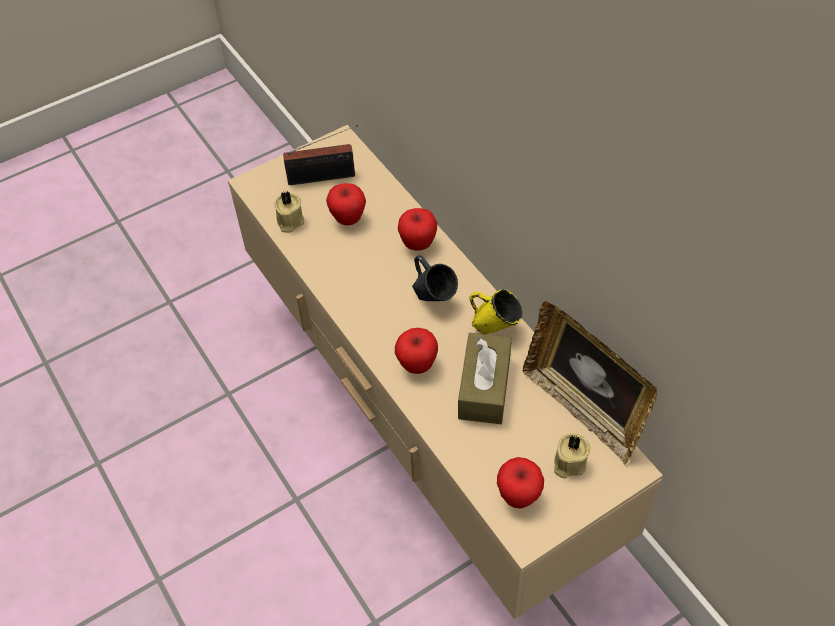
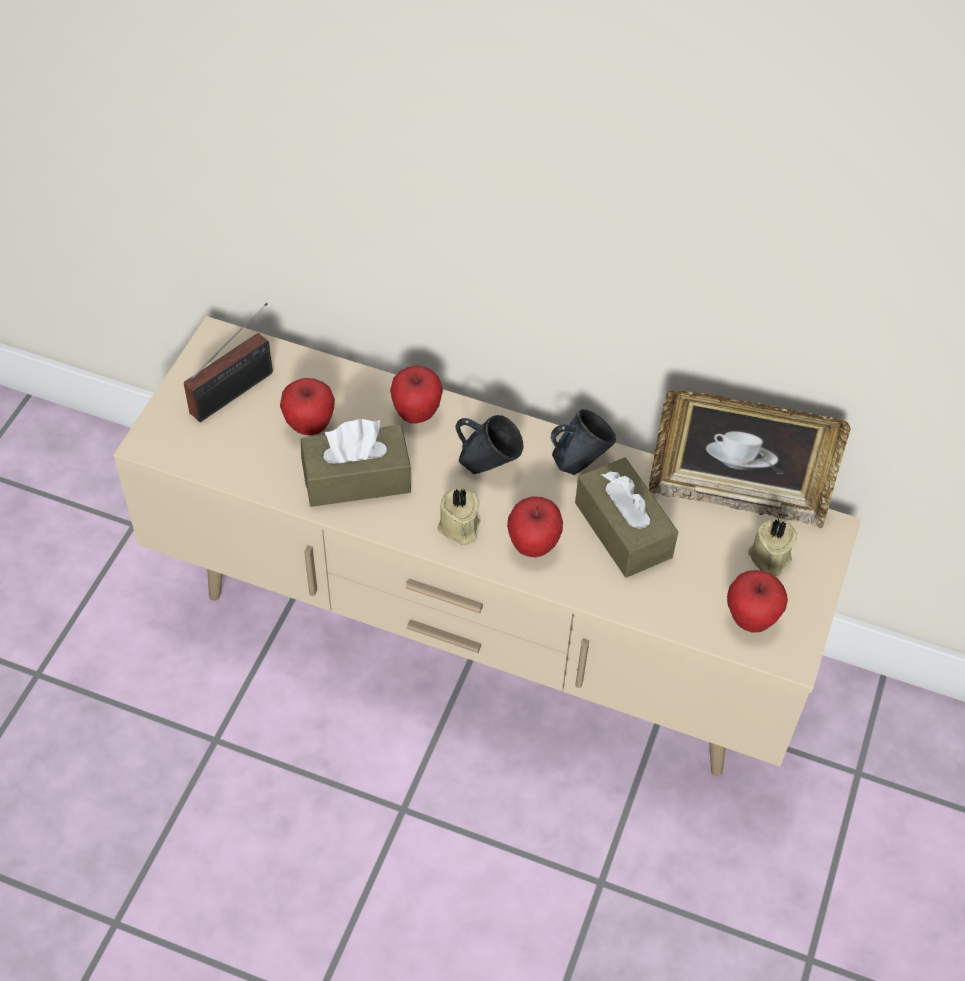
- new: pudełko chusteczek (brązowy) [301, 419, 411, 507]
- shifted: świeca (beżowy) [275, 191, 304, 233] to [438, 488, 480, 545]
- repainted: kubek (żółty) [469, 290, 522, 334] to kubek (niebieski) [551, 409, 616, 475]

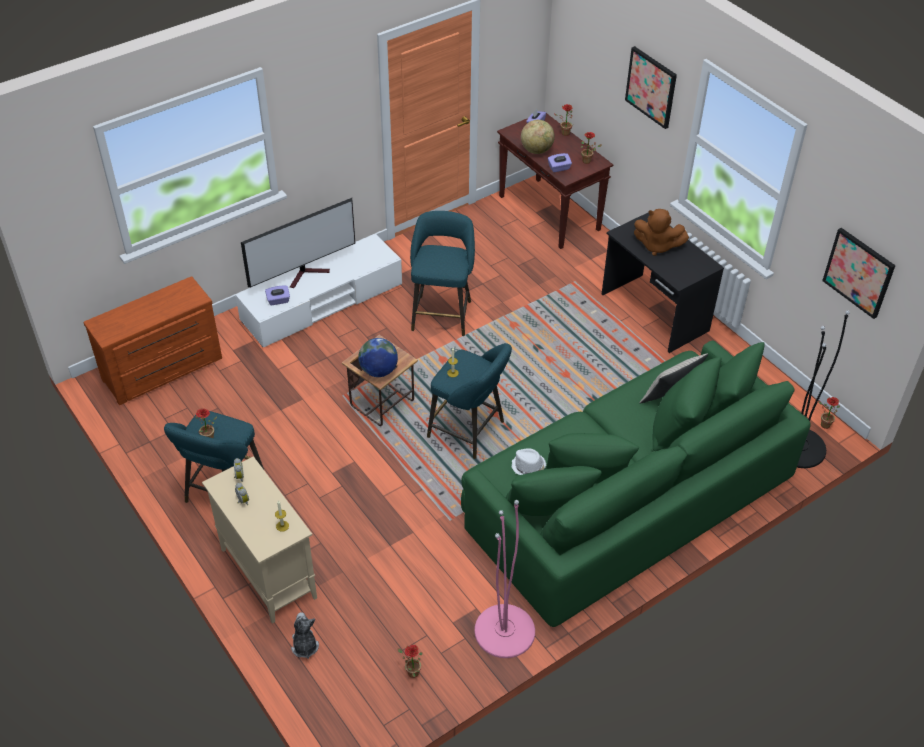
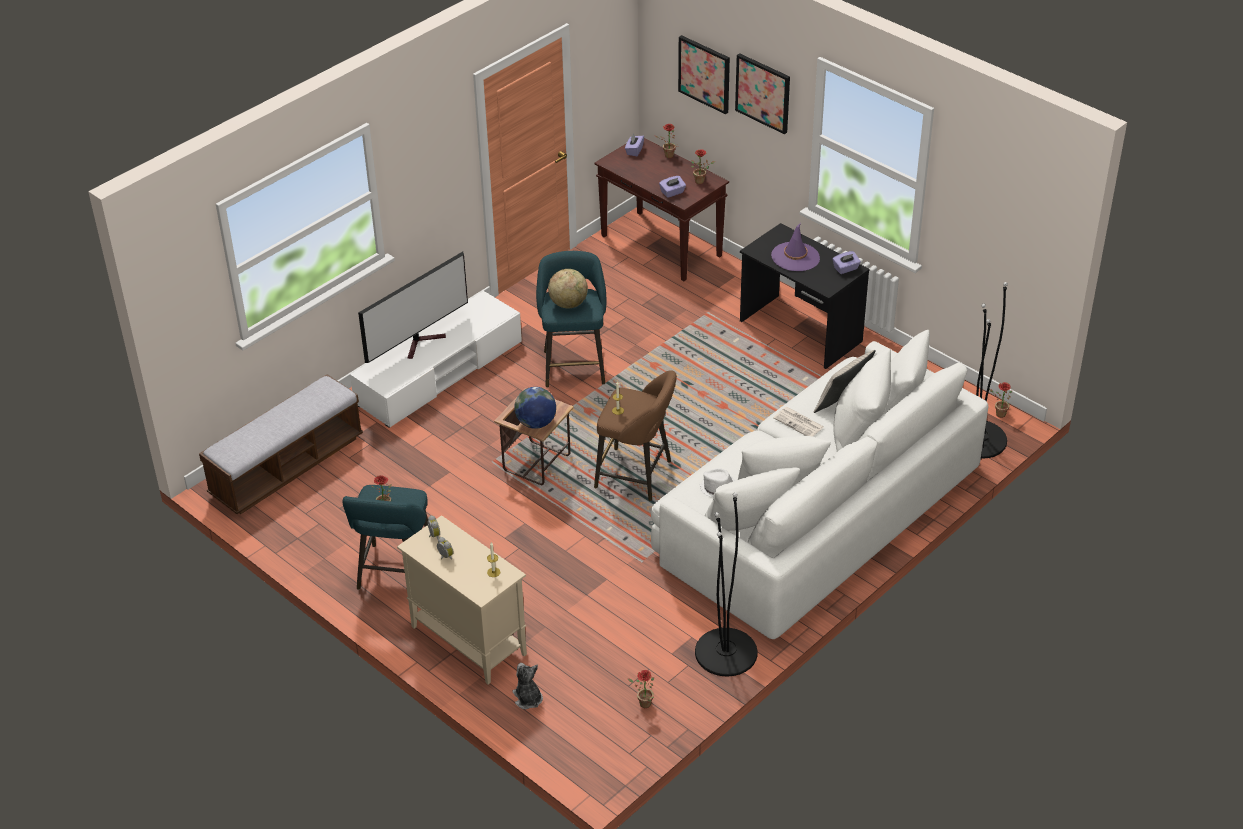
- swapped: komoda (brązowy) [83, 276, 222, 405] to ławka [199, 374, 363, 514]
- shifted: globus [521, 120, 555, 154] to [548, 269, 588, 309]
- repainted: stołek (turkusowy) [427, 343, 512, 459] to stołek (brązowy) [594, 370, 677, 501]
- repainted: kanapa (zielony) [461, 340, 811, 627] to kanapa (biały) [651, 330, 988, 639]
- shifted: obraz [822, 228, 896, 319] to [678, 35, 730, 114]
- repainted: lampa stojąca (różowy) [474, 500, 535, 658] to lampa stojąca (czarny) [695, 492, 758, 677]
- swapped: pluszak (brązowy) [634, 209, 689, 256] to kapelusz (fioletowy) [771, 223, 820, 271]
- new: gazeta [773, 407, 824, 437]
- shifted: pudełko chusteczek (fioletowy) [265, 285, 290, 305] to [833, 251, 861, 274]

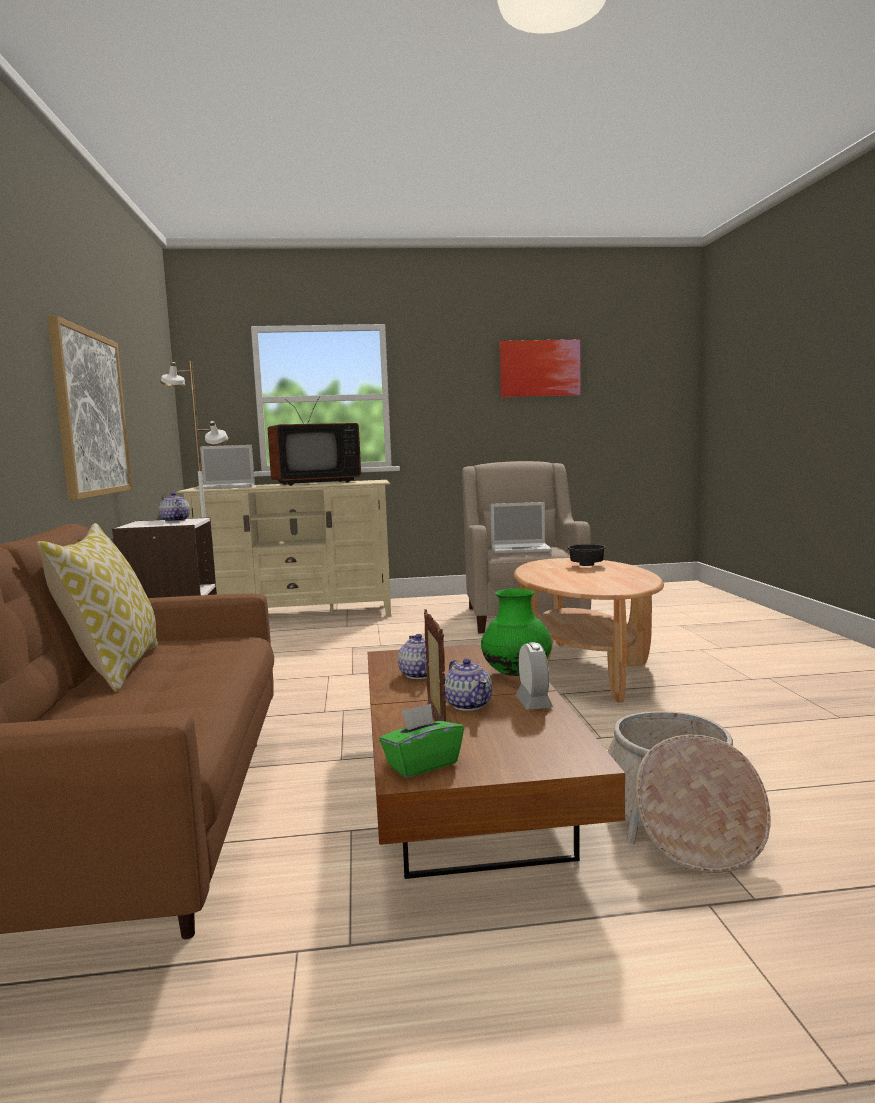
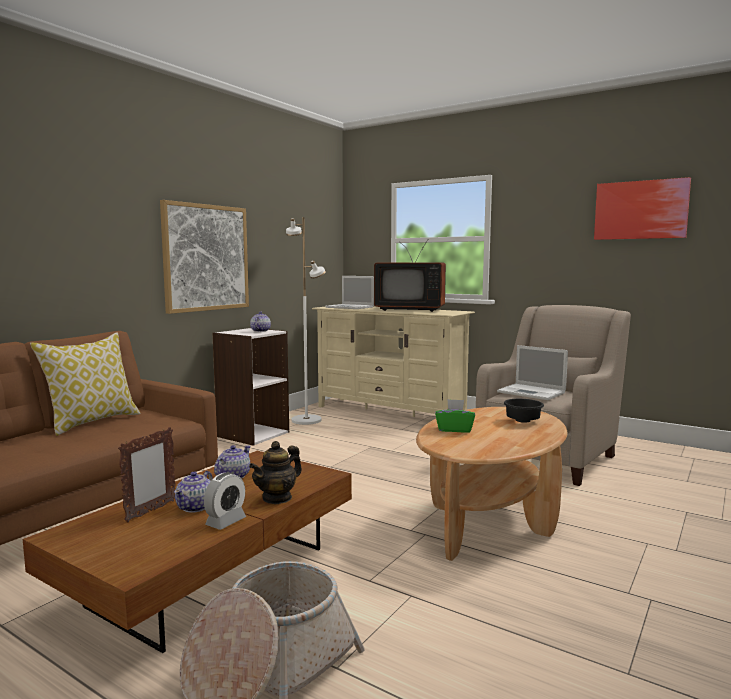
- swapped: wazon (zielony) [481, 588, 552, 676] to imbryk [249, 441, 302, 504]
- shifted: pudełko chusteczek (zielony) [379, 704, 464, 778] to [435, 399, 475, 433]

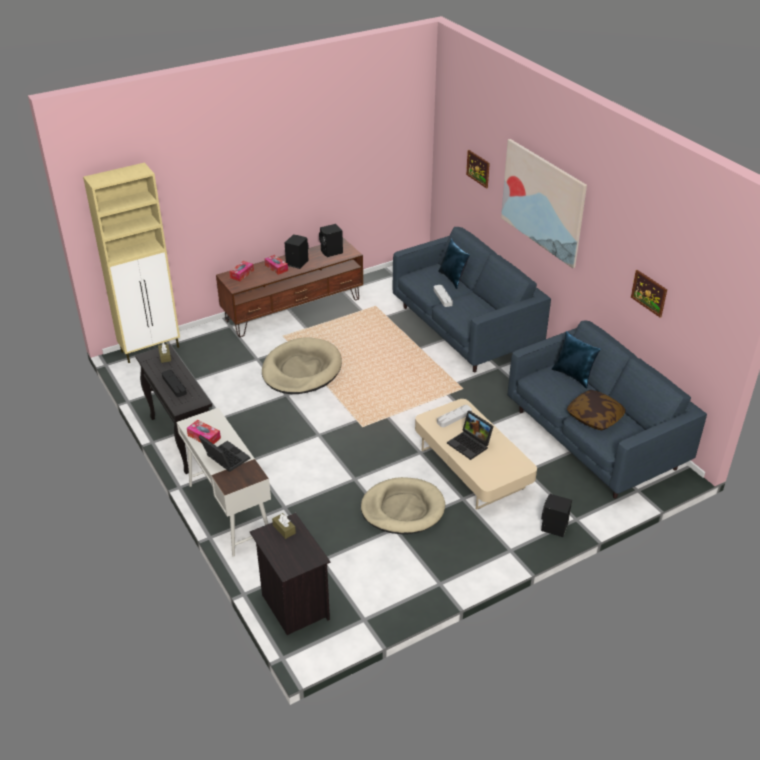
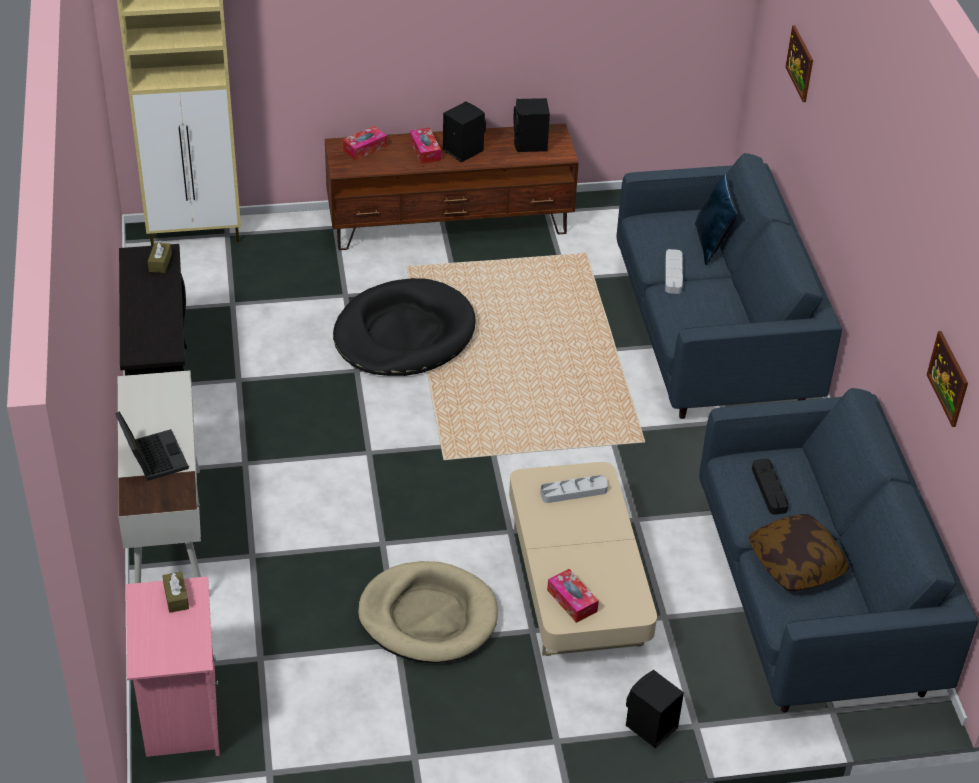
- repainted: szafka nocna (czarny) [250, 513, 331, 635] to szafka nocna (różowy) [126, 576, 220, 757]
- repainted: legowisko (beżowy) [262, 338, 342, 394] to legowisko (czarny) [333, 278, 476, 376]
- shifted: pudełko chusteczek [187, 420, 221, 444] to [547, 569, 599, 623]
- shifted: taca (czarny) [162, 370, 187, 397] to [752, 459, 789, 515]
- gone: laptop [447, 410, 494, 460]
- gone: obraz [501, 139, 587, 268]
- gone: poduszka (niebieski) [552, 331, 601, 389]

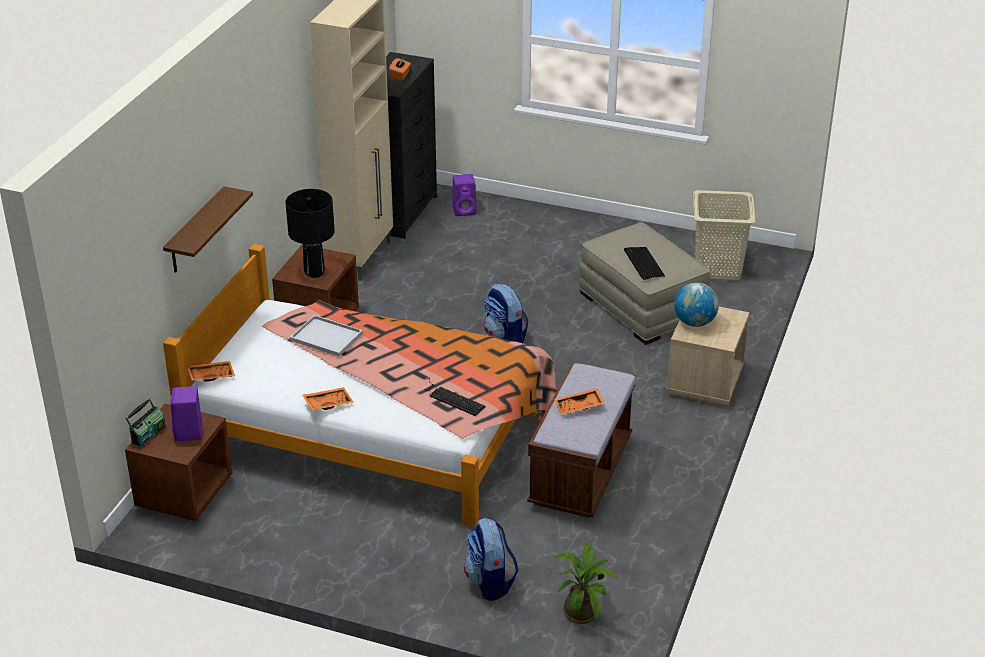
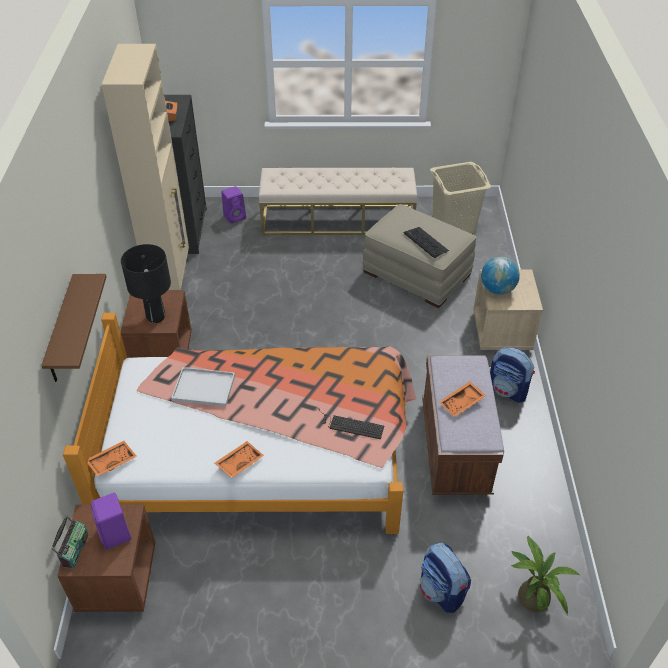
- new: ławka (beżowy) [259, 168, 417, 235]
- shifted: plecak [484, 284, 528, 343] to [490, 347, 535, 403]

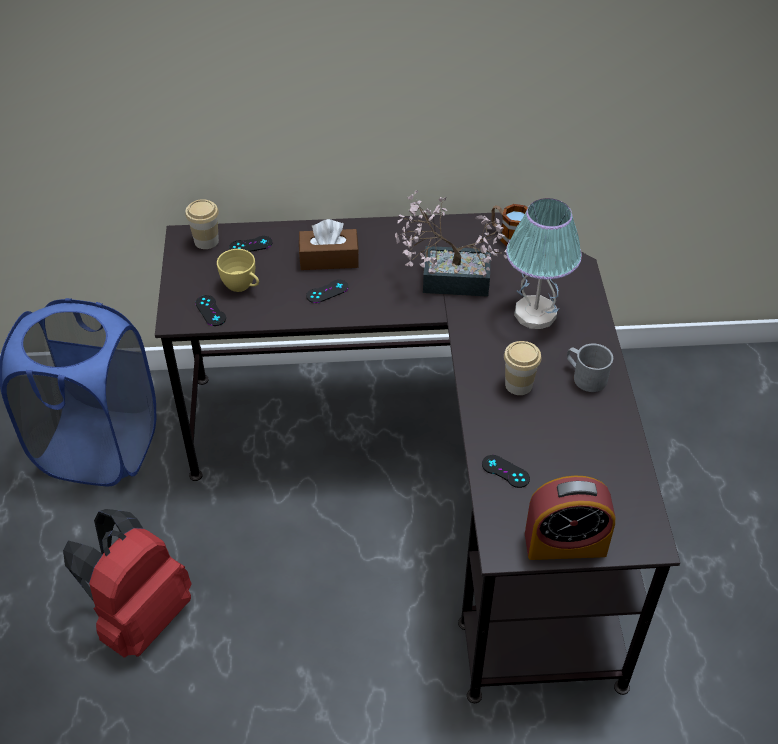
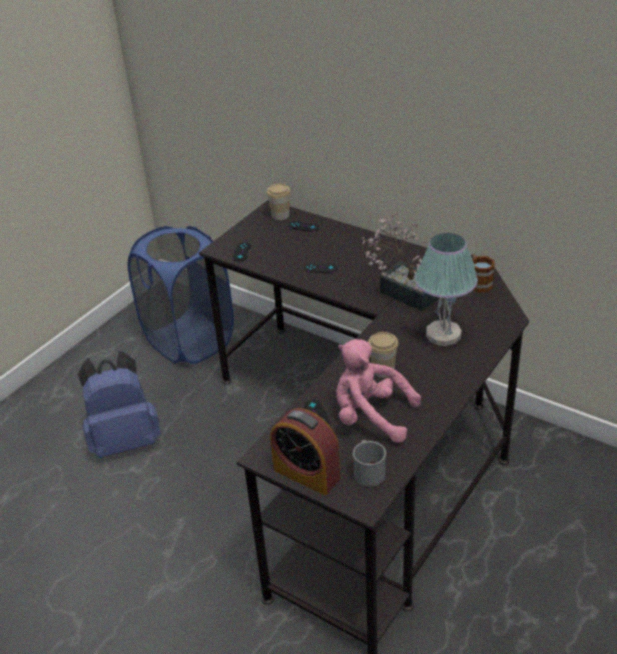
- repainted: plecak (czerwony) [63, 509, 192, 657] to plecak (niebieski) [78, 351, 160, 458]
- new: pluszak (różowy) [336, 339, 421, 443]
- shifted: kubek (szary) [567, 343, 613, 392] to [353, 440, 386, 487]
- gone: filiżanka (żółty) [217, 249, 259, 292]
- gone: pudełko chusteczek (brązowy) [299, 219, 359, 270]

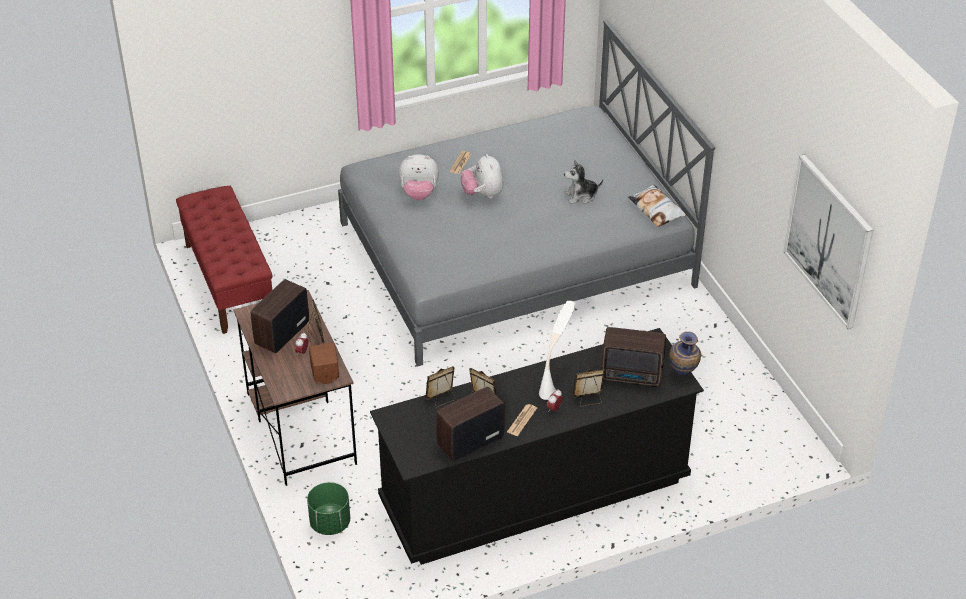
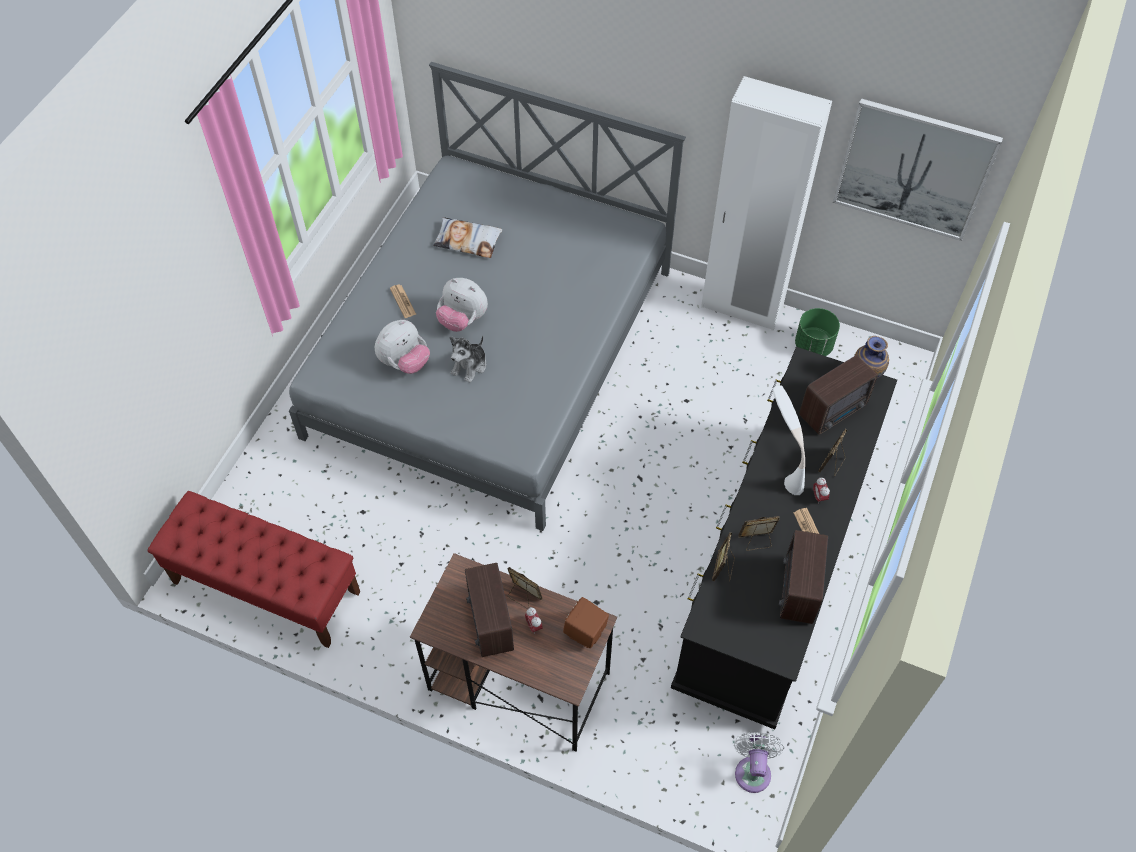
- shifted: poduszka [628, 184, 686, 227] to [433, 217, 503, 258]
- shifted: pluszak [564, 160, 603, 204] to [450, 335, 487, 383]
- new: szafa (biały) [701, 76, 832, 331]
- new: wentylator (biały) [734, 732, 784, 793]
- shifted: donica (zielony) [307, 482, 350, 535] to [795, 308, 840, 356]

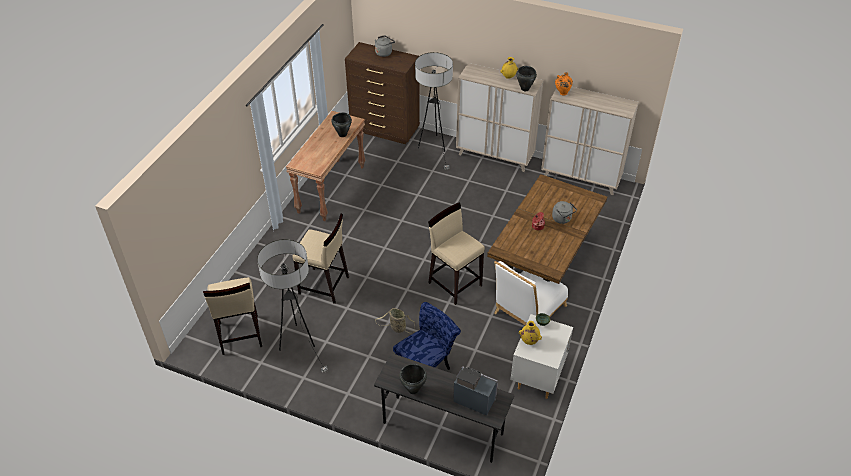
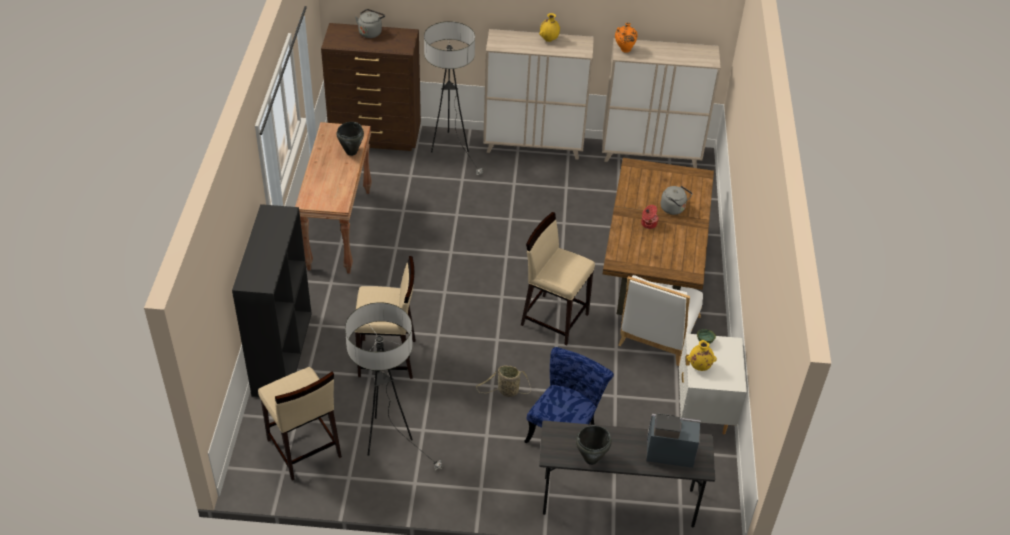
- new: regał (czarny) [232, 204, 312, 397]
- gone: garnek (czarny) [517, 66, 537, 91]

